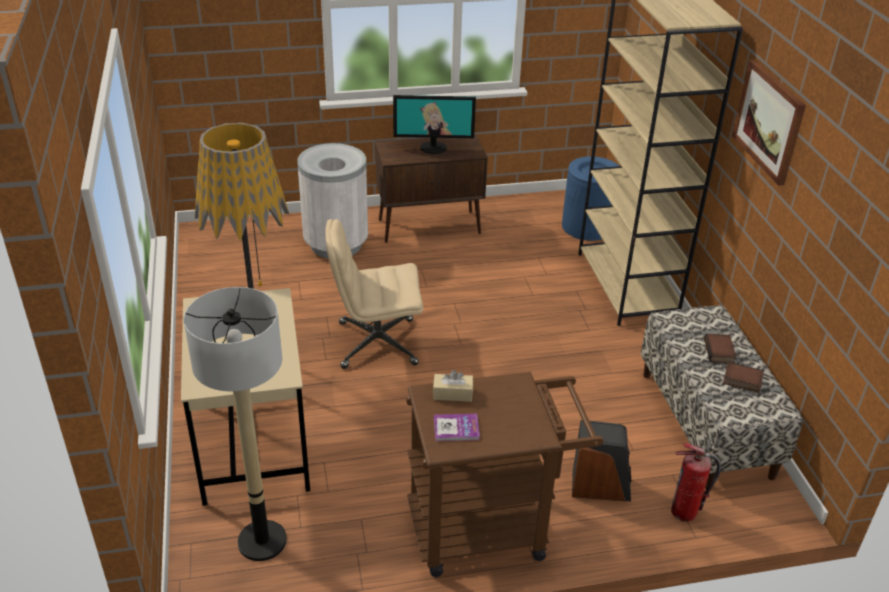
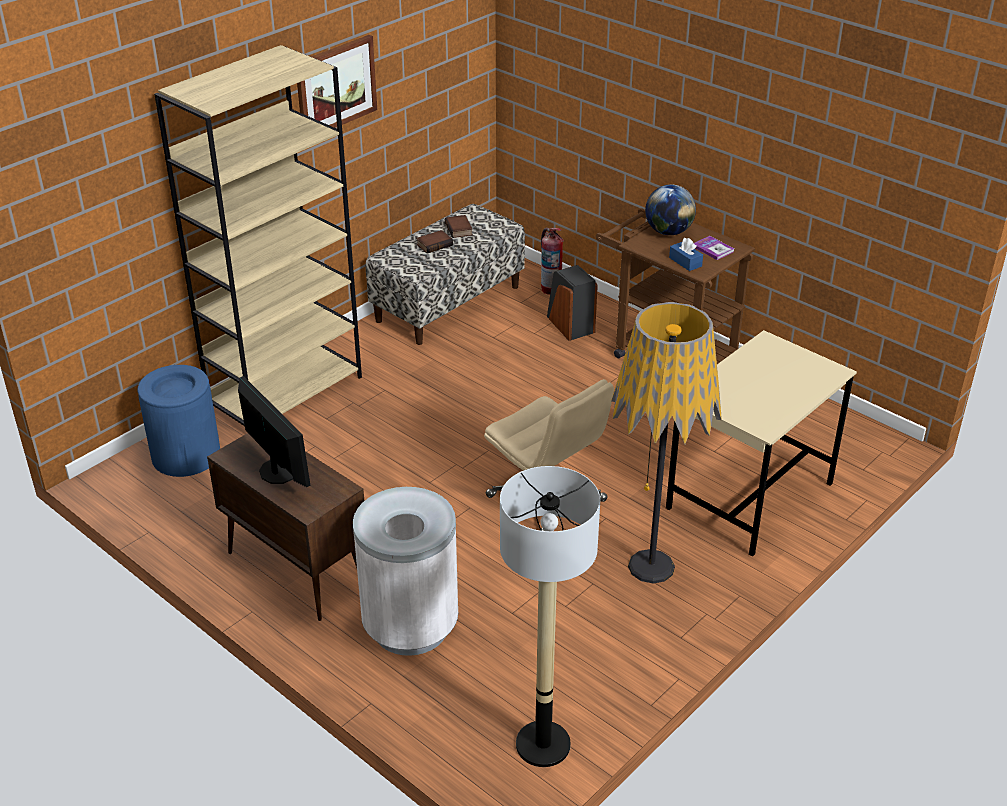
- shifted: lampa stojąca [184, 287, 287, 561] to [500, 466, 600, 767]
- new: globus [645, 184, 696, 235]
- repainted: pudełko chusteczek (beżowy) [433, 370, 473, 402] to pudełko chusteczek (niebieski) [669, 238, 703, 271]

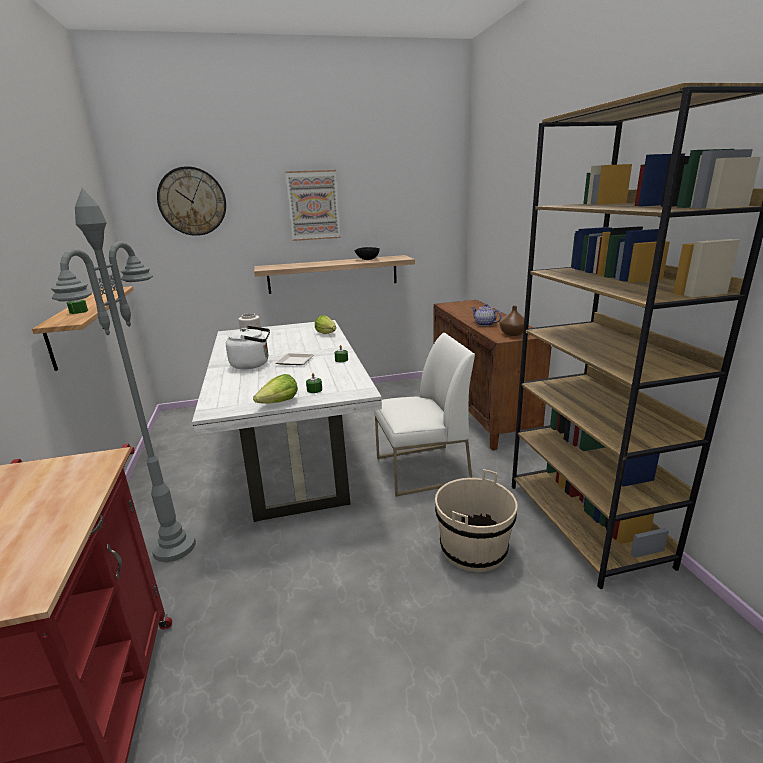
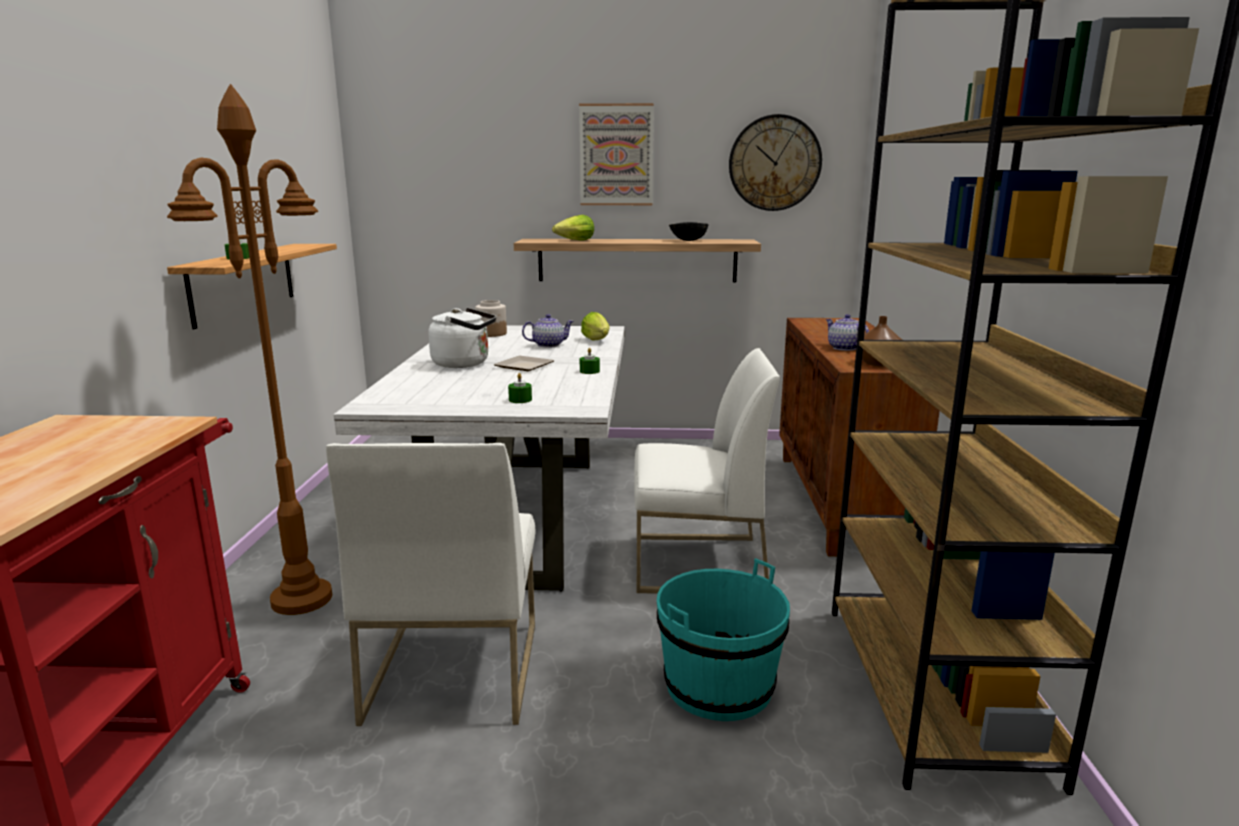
- repainted: lampa stojąca (szary) [51, 188, 196, 562] to lampa stojąca (brązowy) [167, 84, 332, 615]
- new: krzesło (biały) [326, 443, 535, 726]
- new: imbryk [522, 314, 574, 348]
- shifted: sałata [253, 374, 298, 404] to [552, 215, 594, 241]
- repainted: wiadro (beżowy) [435, 469, 517, 572] to wiadro (turkusowy) [657, 558, 790, 721]
- shifted: zegar ścienny [157, 166, 226, 236] to [729, 114, 822, 211]

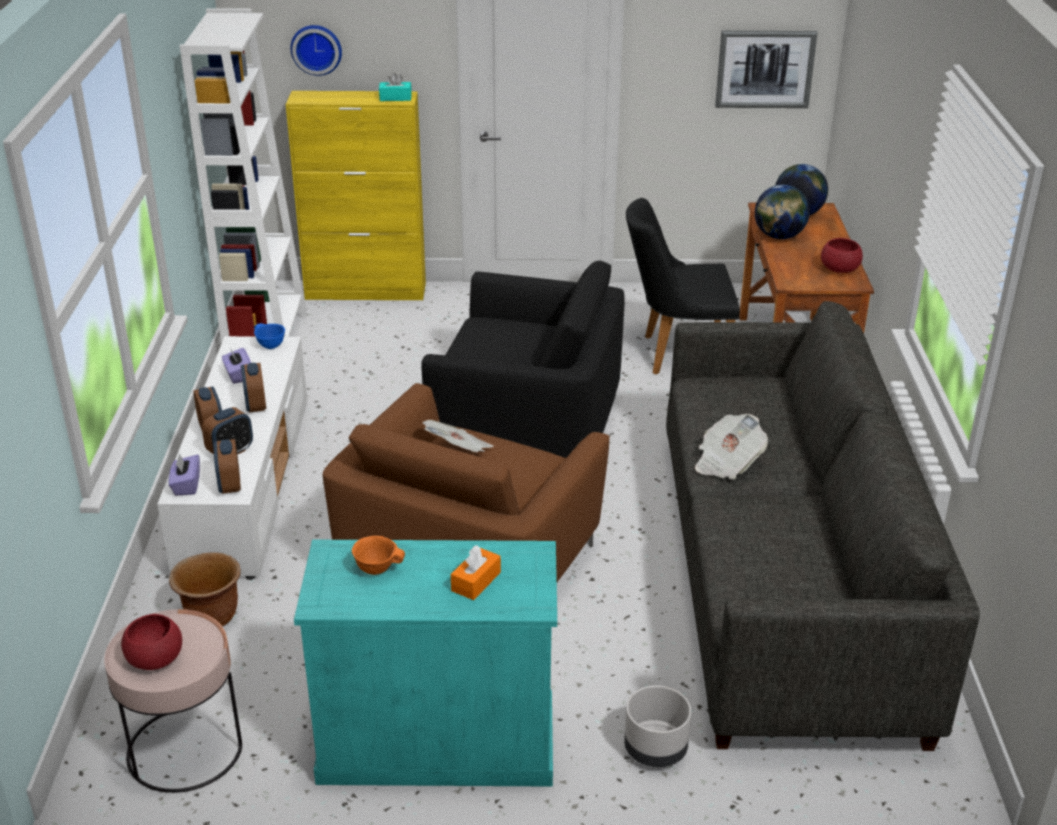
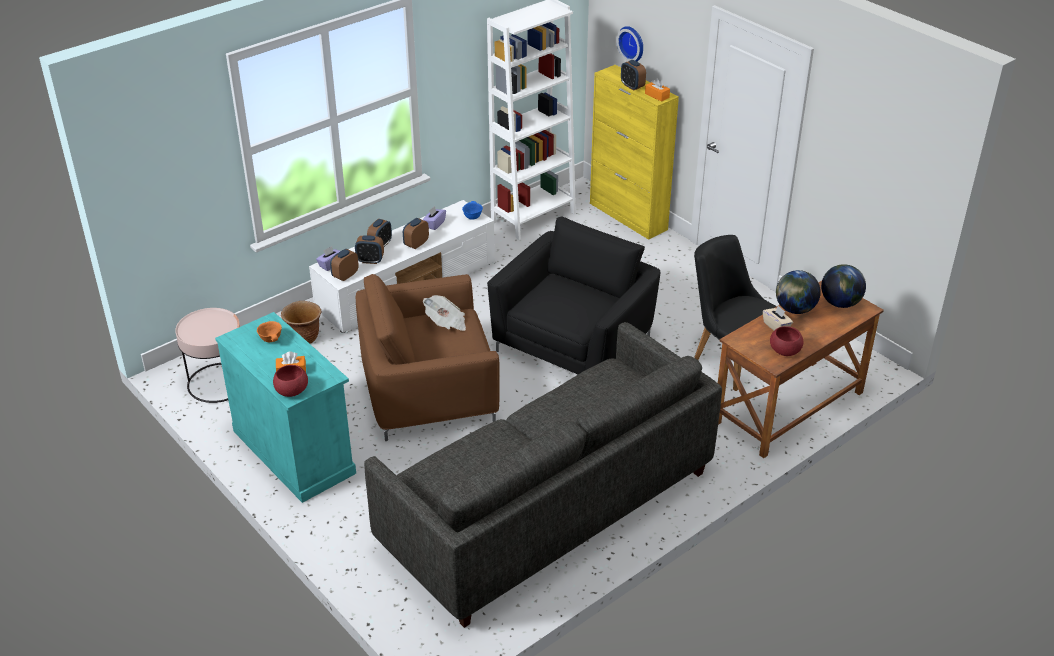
- shifted: miska (czerwony) [121, 614, 182, 670] to [273, 365, 308, 397]
- rotated: fotel (czarny) [421, 261, 625, 458] = [487, 216, 660, 374] 120 degrees counterclockwise
- new: budzik [621, 60, 646, 91]
- repainted: pudełko chusteczek (turkusowy) [379, 72, 412, 101] to pudełko chusteczek (pomarańczowy) [645, 78, 670, 102]
- new: pudełko chusteczek (beżowy) [763, 306, 793, 331]
- gone: donica (szary) [624, 686, 691, 767]
- gone: gazeta [695, 414, 768, 480]
- gone: obraz [715, 31, 818, 108]

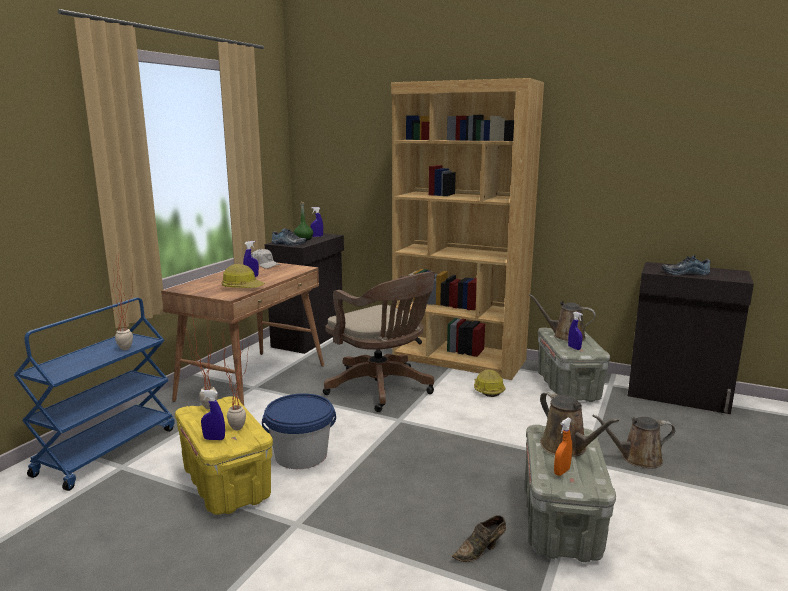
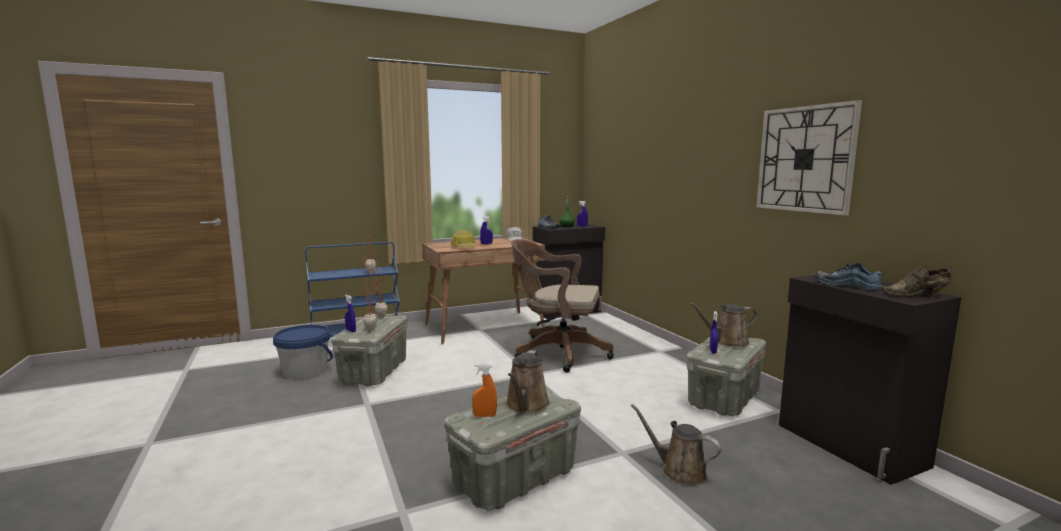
- shifted: wiadro (niebieski) [262, 394, 336, 469] to [273, 325, 333, 379]
- repainted: pojemnik do przechowywania (żółty) [175, 396, 273, 515] to pojemnik do przechowywania (szary) [331, 314, 408, 386]
- rotated: krzesło biurowe (brązowy) [323, 271, 435, 412] = [511, 239, 614, 373] 105 degrees clockwise
- rotated: konewka (brązowy) [529, 294, 596, 341] = [689, 303, 758, 347] 75 degrees counterclockwise
- new: zegar ścienny [756, 100, 862, 215]
- shifted: but (brązowy) [452, 515, 506, 562] to [881, 267, 951, 297]
- gone: regał (brązowy) [391, 78, 544, 380]
- gone: kask [474, 369, 506, 397]

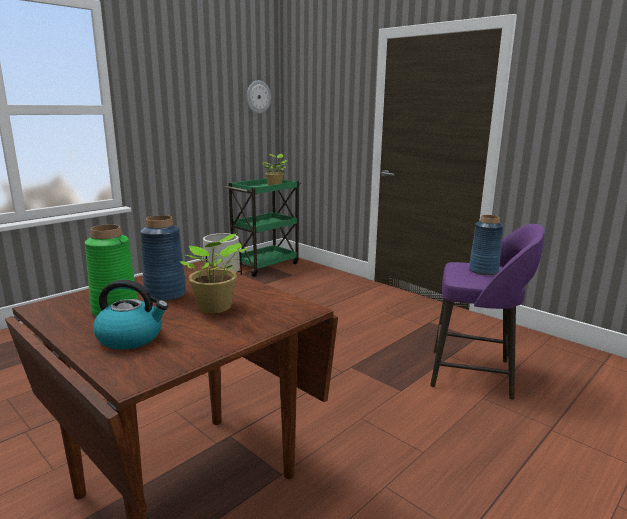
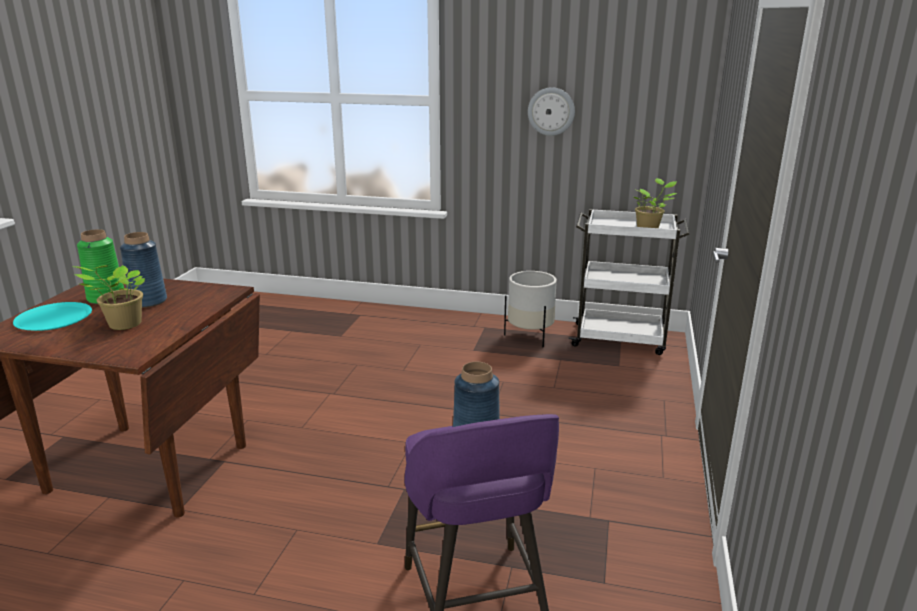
- swapped: czajnik [93, 280, 168, 350] to talerz (turkusowy) [13, 302, 92, 331]
- shifted: zegar ścienny [247, 80, 271, 114] to [528, 87, 575, 136]
- repainted: wózek (zielony) [225, 178, 301, 277] to wózek (biały) [568, 209, 689, 355]

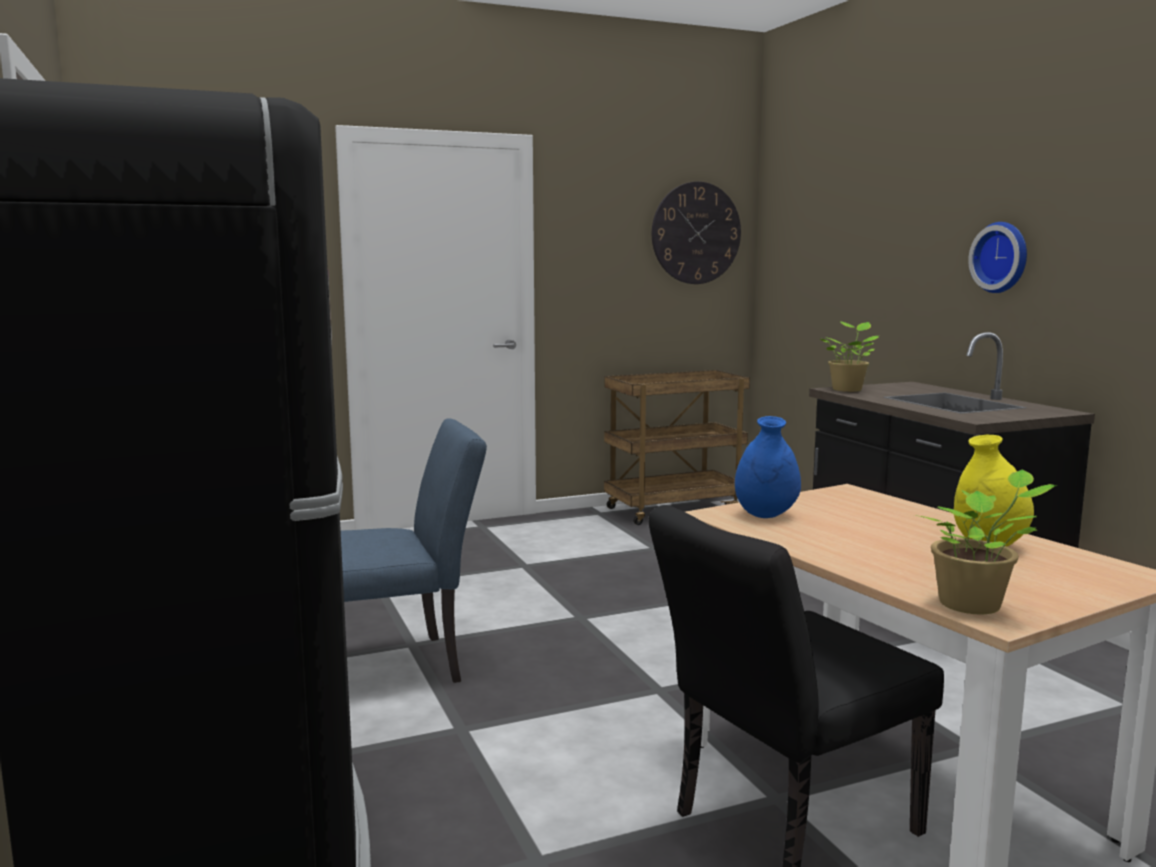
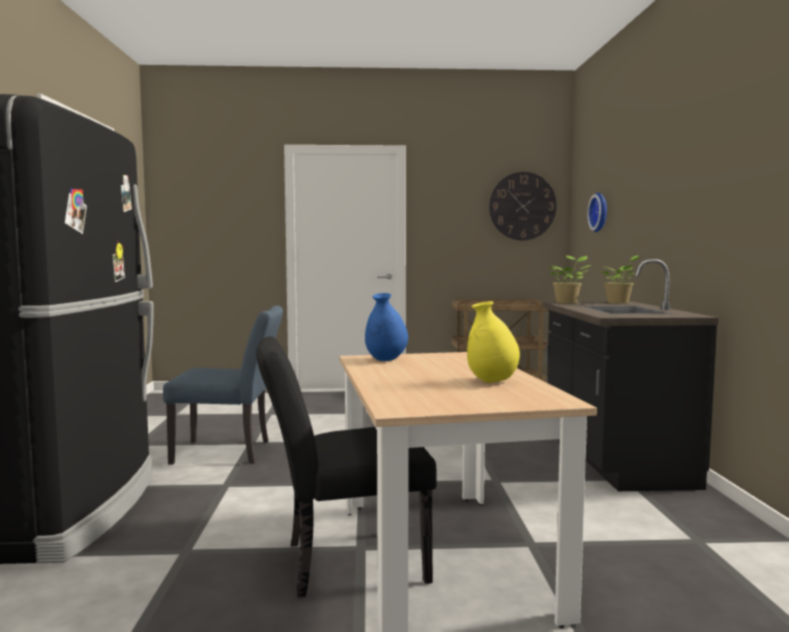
- shifted: zegar ścienny [968, 222, 1027, 293] to [587, 193, 607, 232]
- shifted: roślina doniczkowa [914, 470, 1057, 615] to [598, 256, 640, 304]

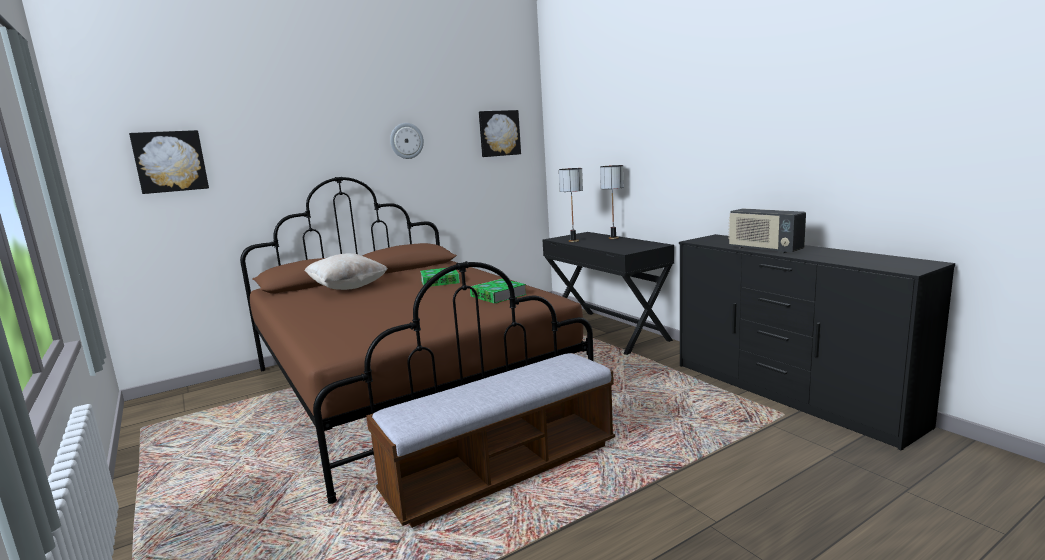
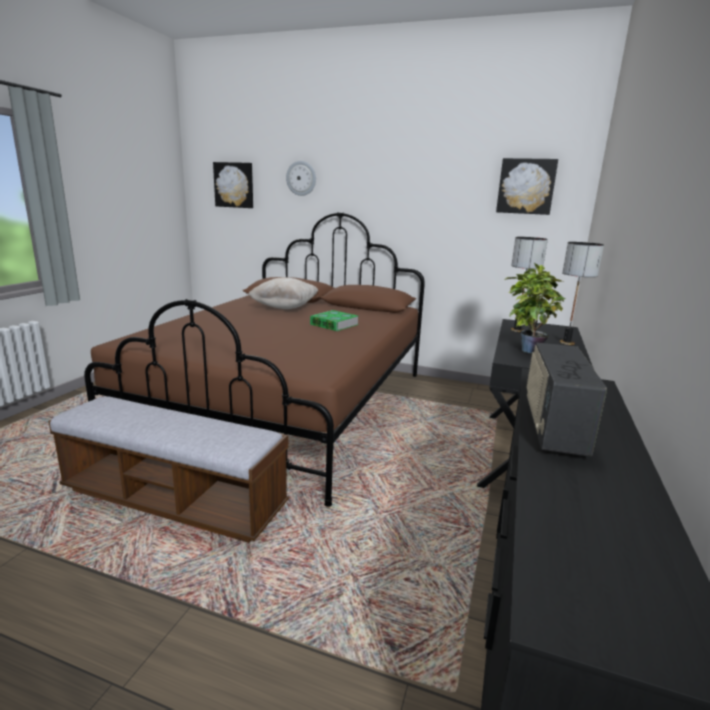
- shifted: zegar ścienny [390, 123, 424, 159] to [286, 161, 316, 196]
- new: roślina doniczkowa [504, 263, 565, 353]
- gone: książka [470, 279, 527, 304]

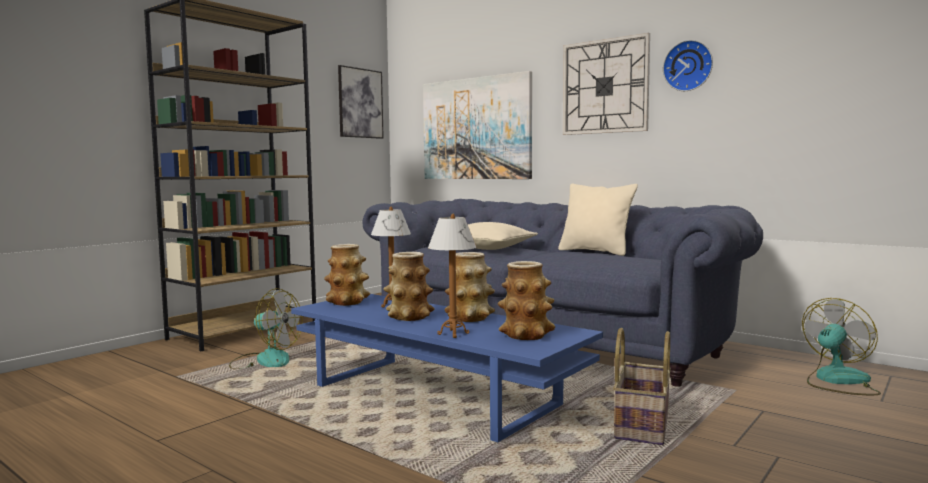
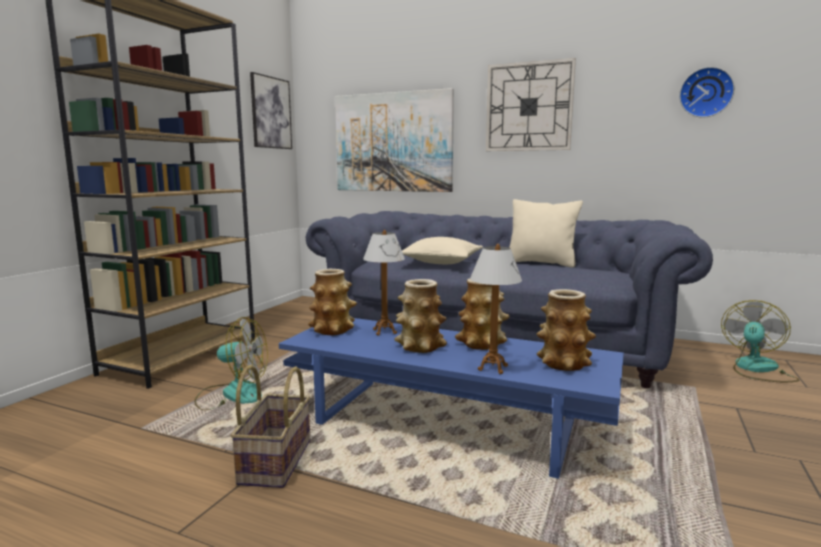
- shifted: koszyk [613, 328, 671, 445] to [230, 365, 310, 488]
- shifted: zegar ścienny [663, 40, 713, 91] to [679, 67, 735, 118]

